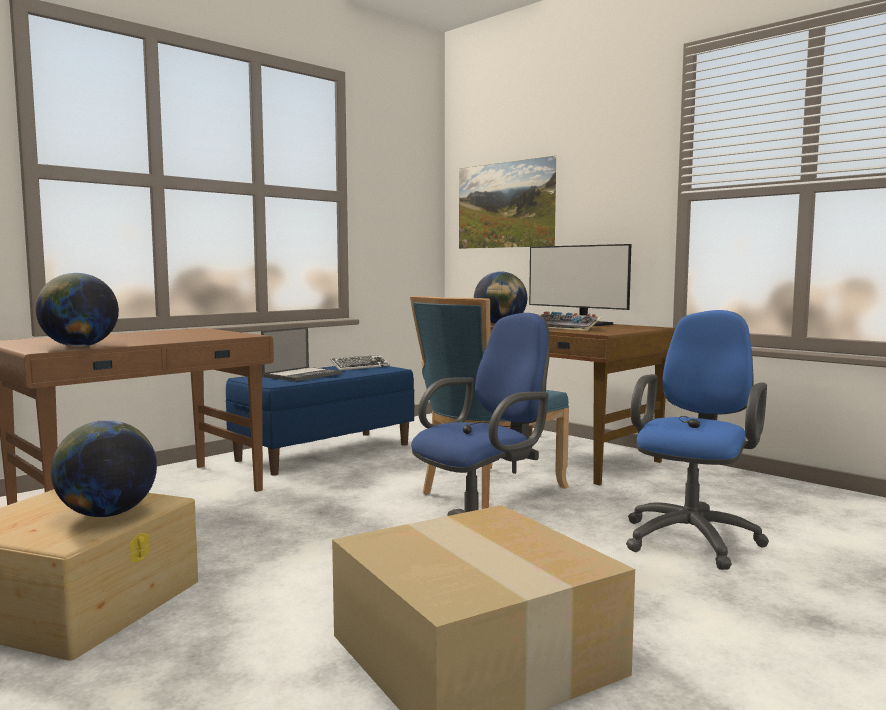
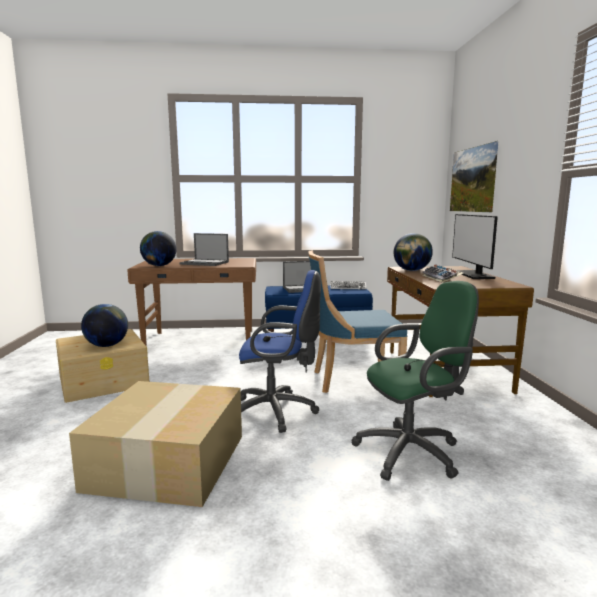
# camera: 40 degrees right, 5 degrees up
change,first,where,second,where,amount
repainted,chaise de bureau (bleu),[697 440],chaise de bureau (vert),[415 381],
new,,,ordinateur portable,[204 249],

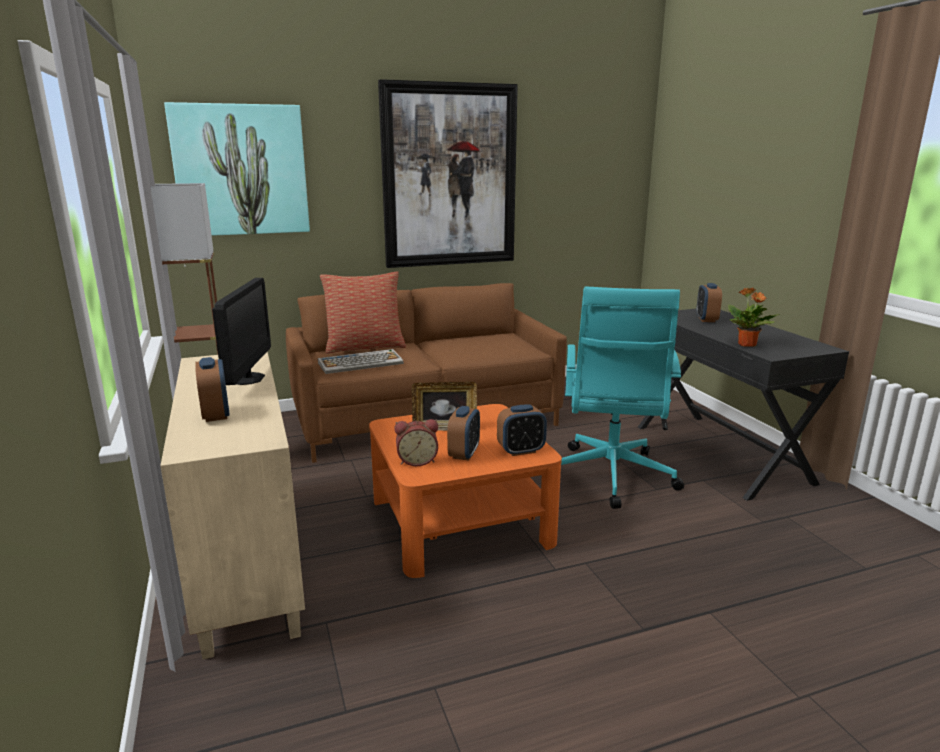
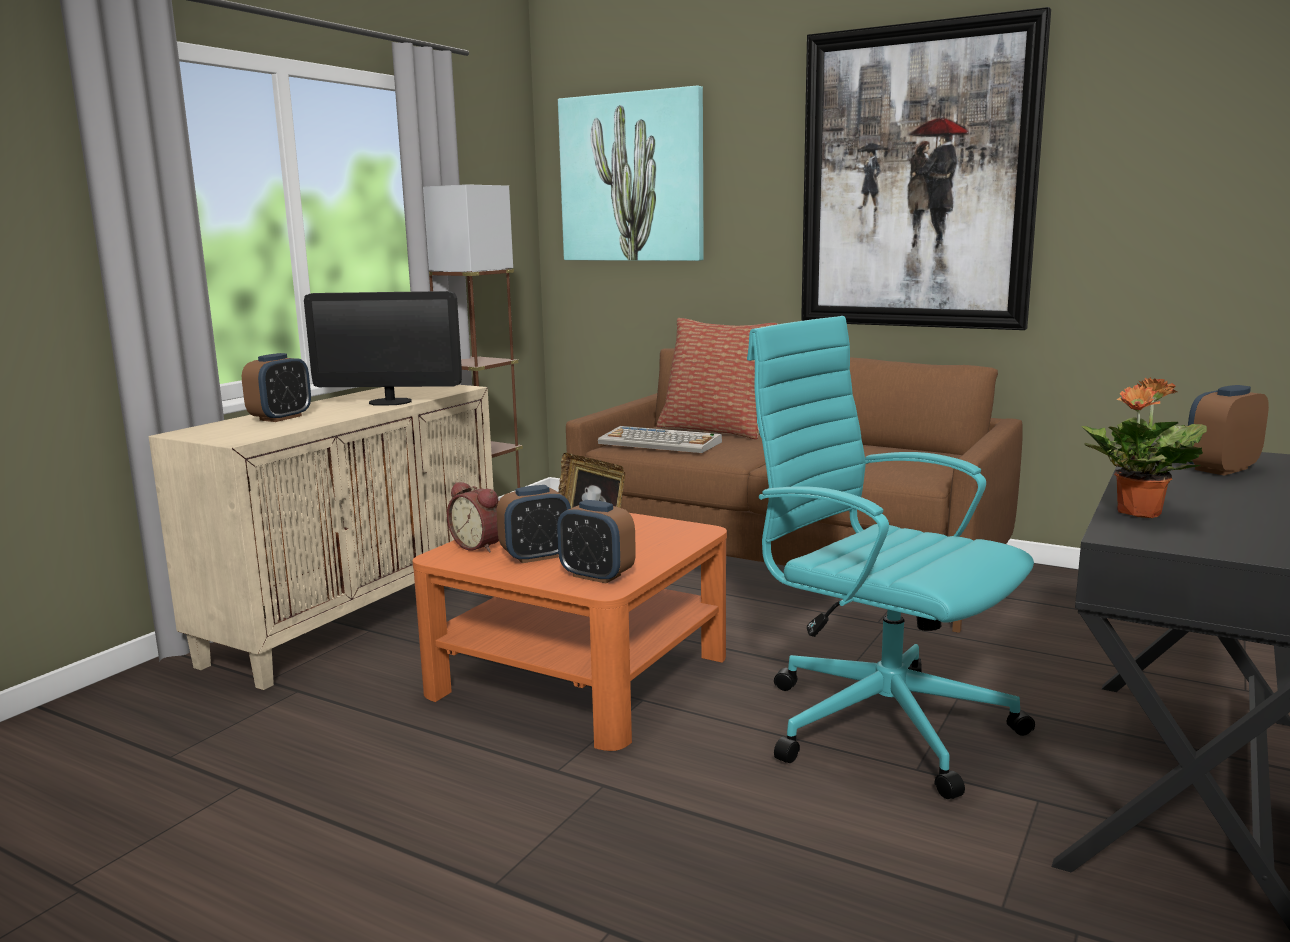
# camera: 50 degrees right, 5 degrees down
change,first,where,second,where,amount
rotated,écran d'ordinateur,[241 331],,[383 348],45 degrees clockwise
rotated,chaise de bureau (turquoise),[622 398],,[891 557],75 degrees clockwise

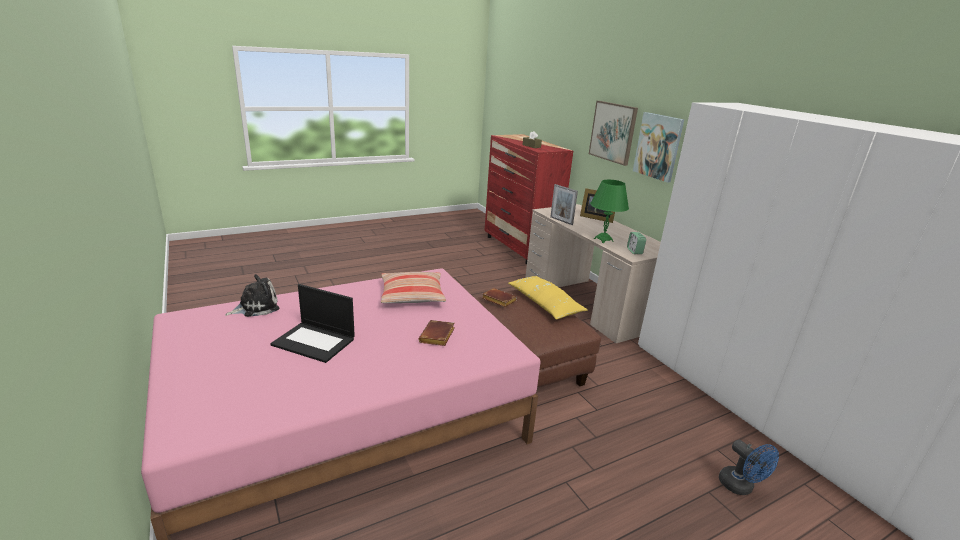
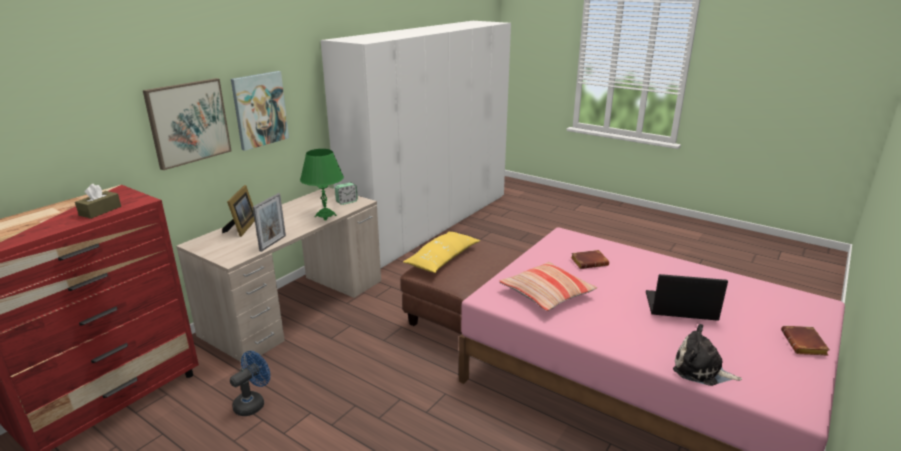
# camera: 115 degrees left, 0 degrees up
change,first,where,second,where,amount
rotated,ordinateur portable,[312 323],,[687 297],75 degrees counterclockwise
shifted,livre (marron),[499 297],,[805 341],
shifted,ventilateur (bleu),[749 467],,[250 383],

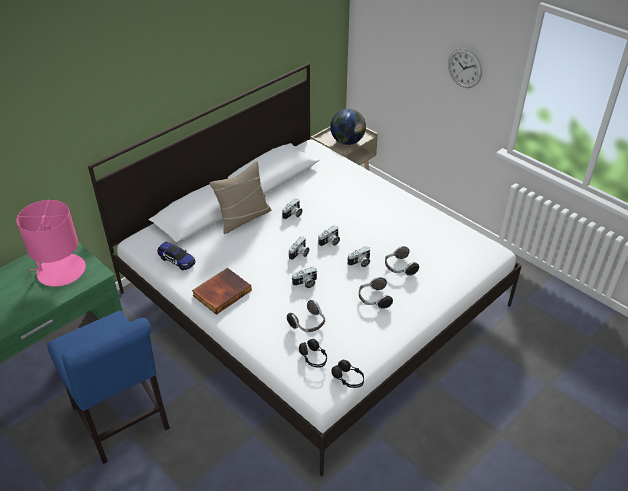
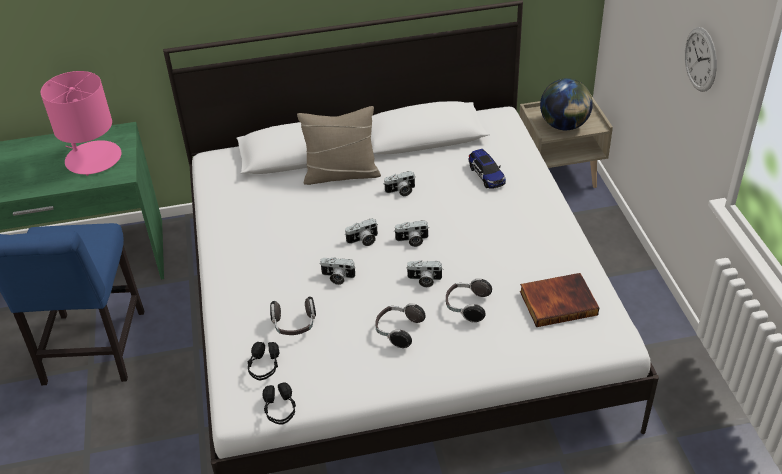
# camera: 35 degrees right, 0 degrees up
change,first,where,second,where,amount
shifted,petite voiture,[176 256],,[487 169],
shifted,livre,[222 291],,[559 300],

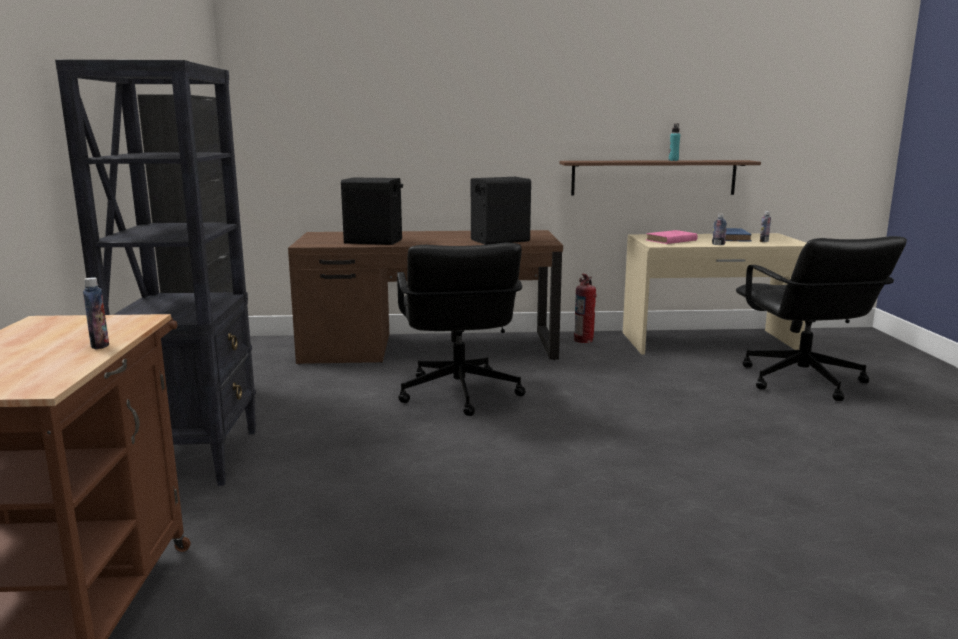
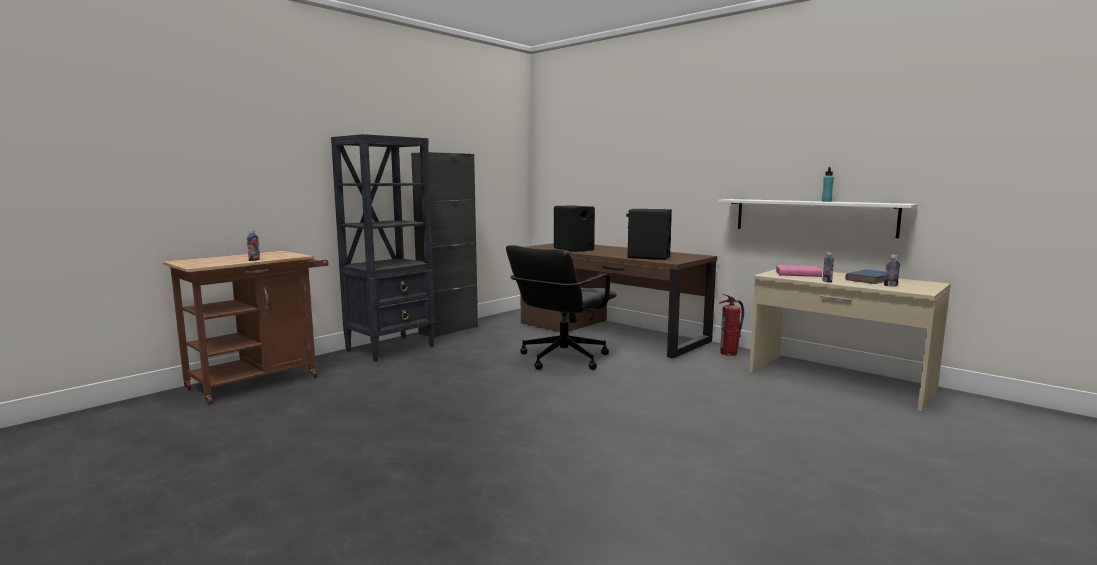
# camera: 45 degrees right, 5 degrees down
change,first,where,second,where,amount
repainted,étagère (marron),[660 178],étagère (blanc),[818 218],
gone,chaise de bureau (noir),[821 318],,,

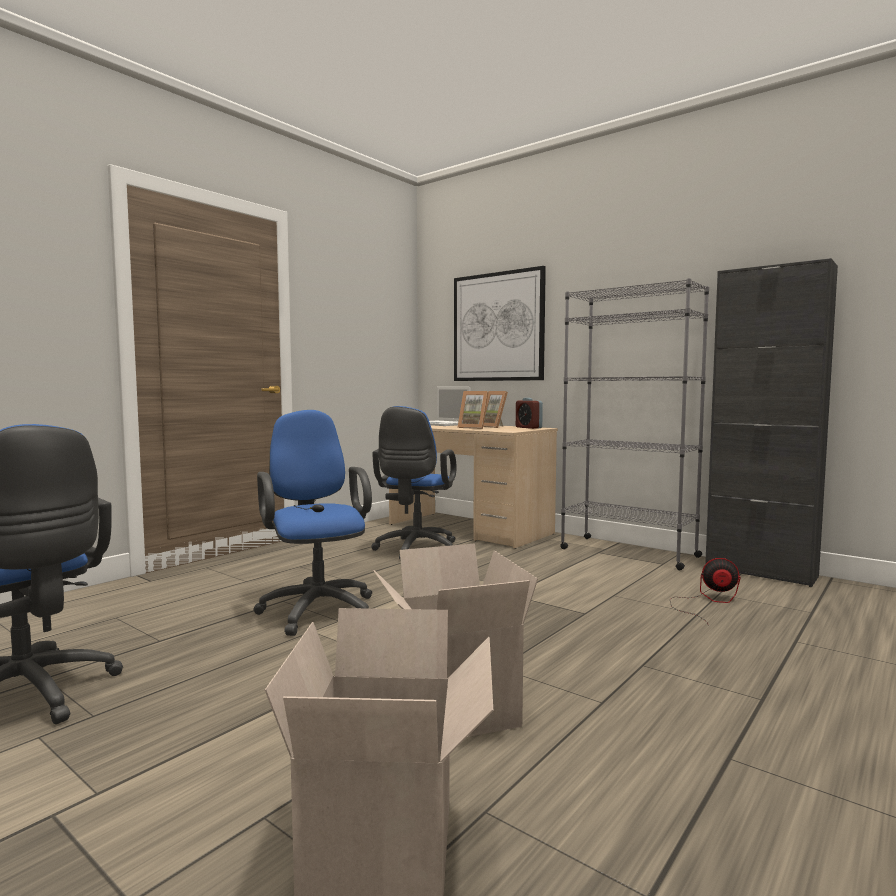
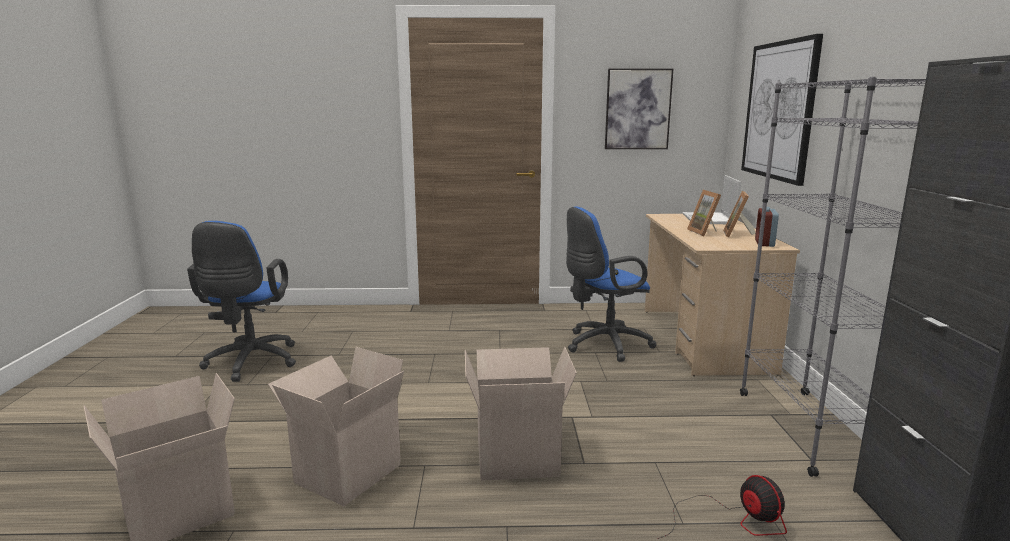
# camera: 50 degrees right, 10 degrees up
change,first,where,second,where,amount
gone,chaise de bureau (bleu),[312 523],,,
new,,,carton,[521 413],
new,,,tableau,[639 108],

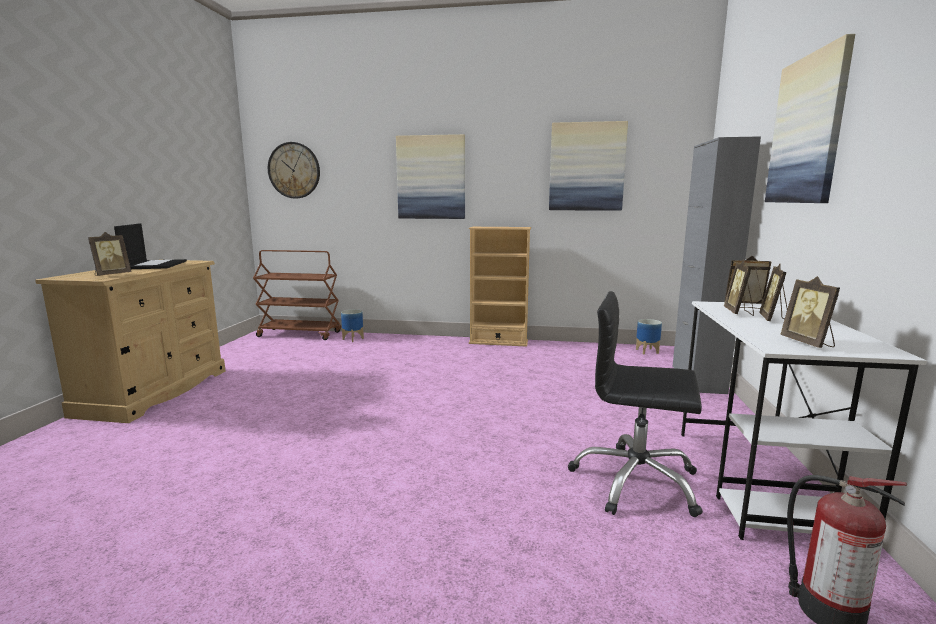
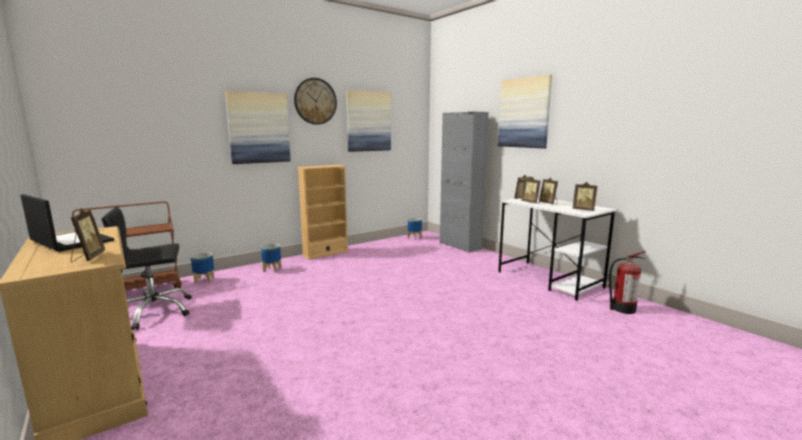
# camera: 45 degrees left, 0 degrees up
change,first,where,second,where,amount
shifted,horloge murale,[294 170],,[315 101],
shifted,chaise de bureau (noir),[635 404],,[146 268],
new,,,cache-pot,[271 258],

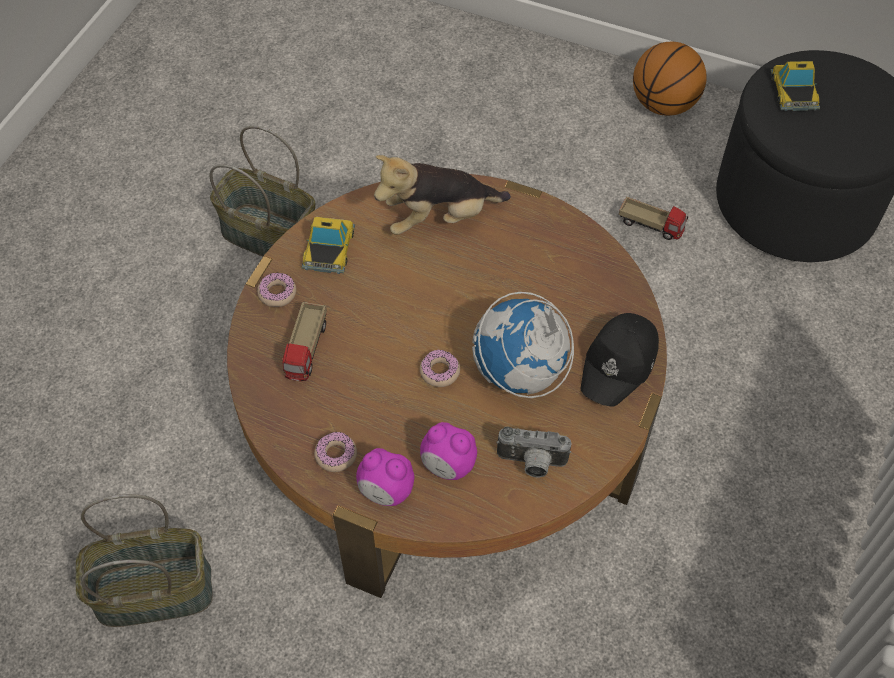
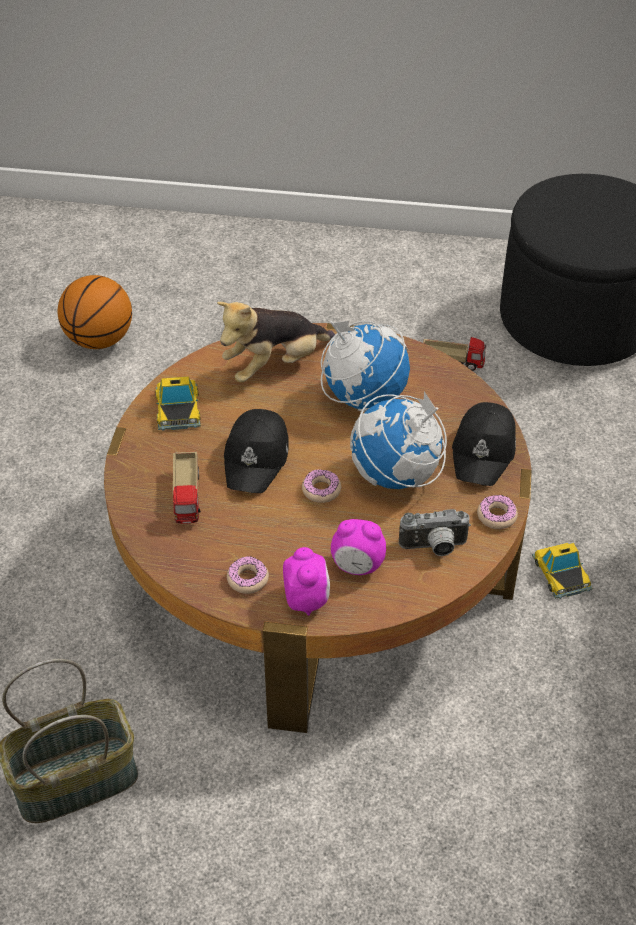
# camera: 15 degrees left, 10 degrees down
change,first,where,second,where,amount
gone,panier,[262 191],,,
shifted,beignet,[276 290],,[497 512],
rotated,réveil,[385 477],,[306 581],105 degrees counterclockwise
shifted,ballon de basket,[669 79],,[94 312],
shifted,petite voiture,[795 86],,[562 571],
new,,,casquette (noir),[256 451],
new,,,globe,[365 366],

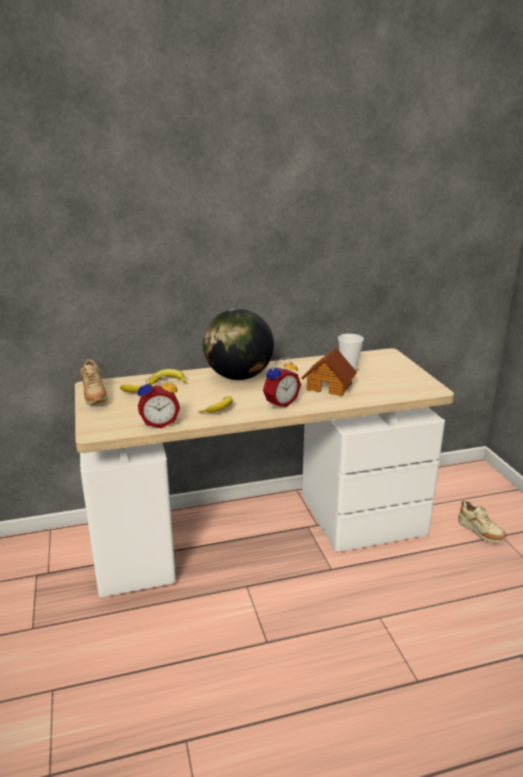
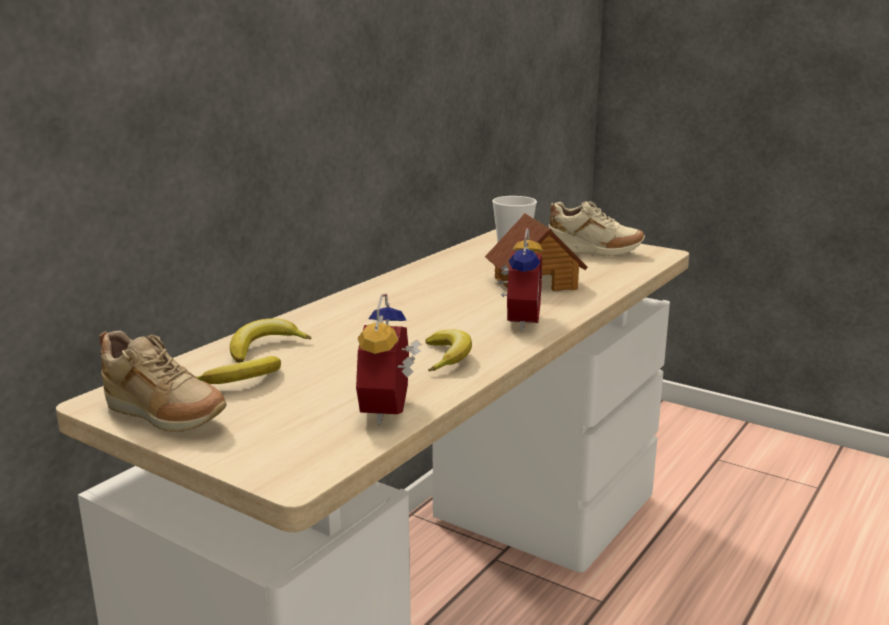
# camera: 40 degrees left, 5 degrees down
change,first,where,second,where,amount
rotated,réveil,[159 401],,[388 359],150 degrees clockwise
gone,globe,[238 344],,,
shifted,chaussure (beige),[482 521],,[597 228],

